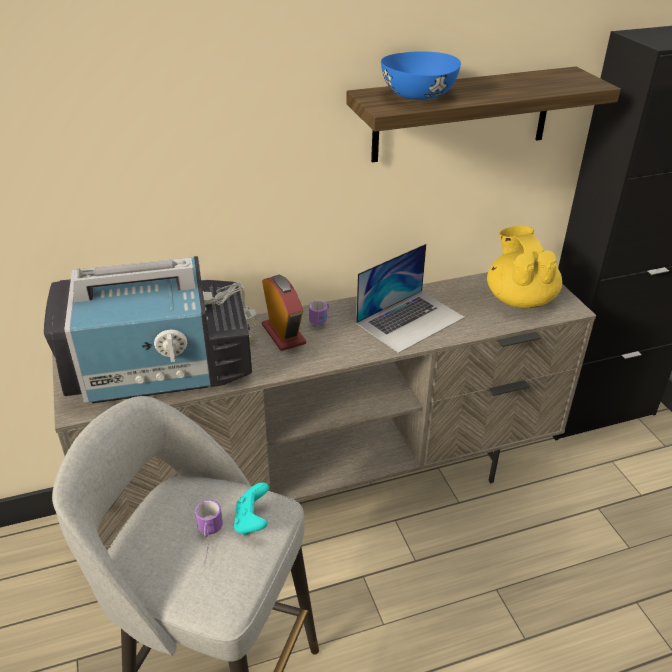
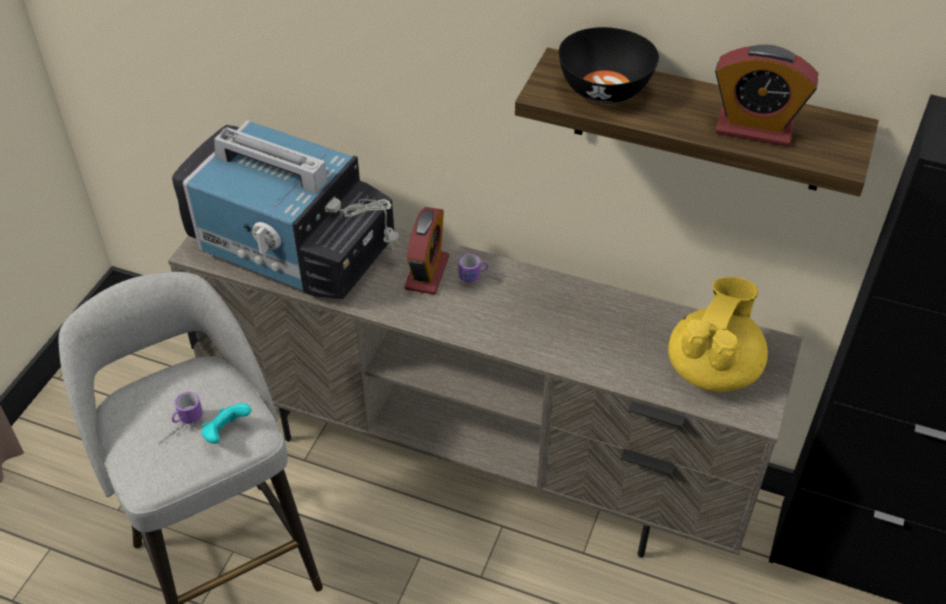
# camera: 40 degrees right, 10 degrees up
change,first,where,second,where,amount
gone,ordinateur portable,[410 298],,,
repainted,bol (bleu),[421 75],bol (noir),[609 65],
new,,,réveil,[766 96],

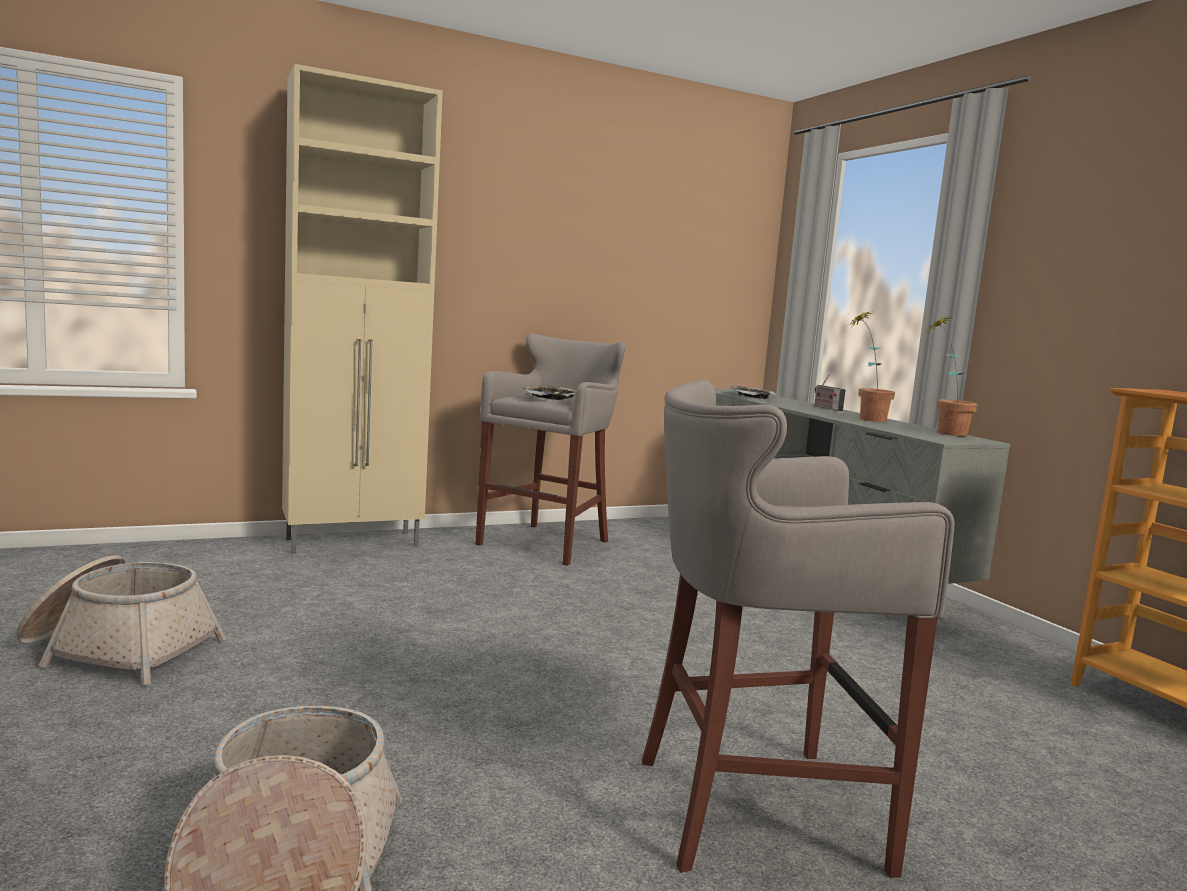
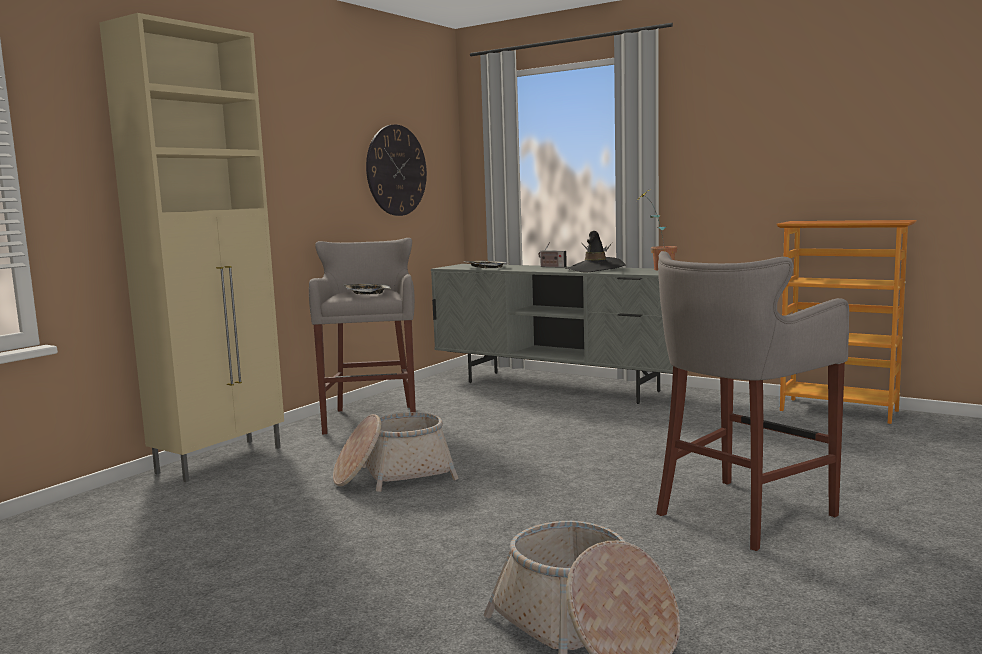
# camera: 30 degrees left, 0 degrees up
change,first,where,second,where,amount
shifted,panier,[121 620],,[396 452],
swapped,plante en pot,[872 366],chapeau (noir),[596 252],
new,,,horloge murale,[396 170],

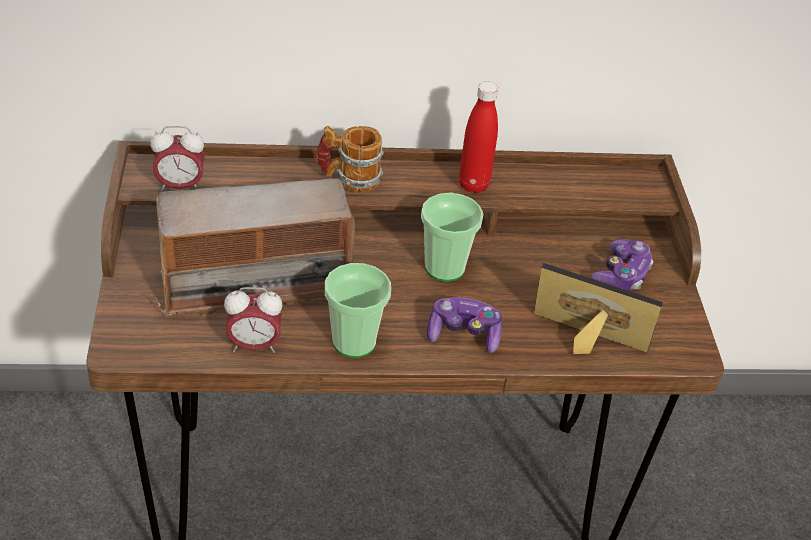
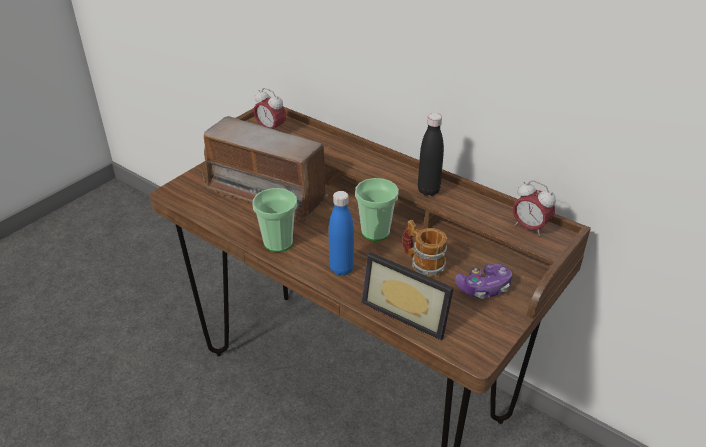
# camera: 45 degrees right, 5 degrees down
change,first,where,second,where,amount
shifted,réveil,[253 320],,[534 208],
shifted,mug,[350 159],,[424 249],
swapped,manette,[464 325],bouteille (bleu),[341 233],
repainted,bouteille (rouge),[478 137],bouteille (noir),[431 154],
rotated,cadre photo,[598 308],,[407 296],150 degrees clockwise

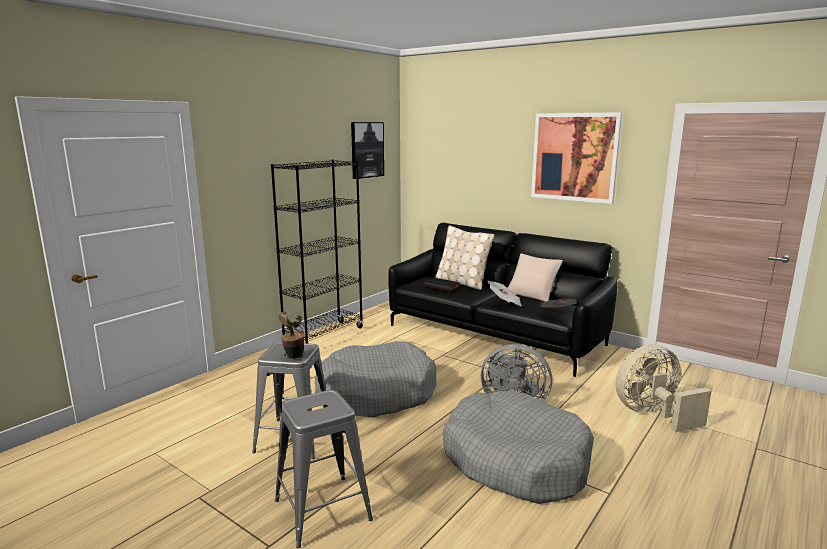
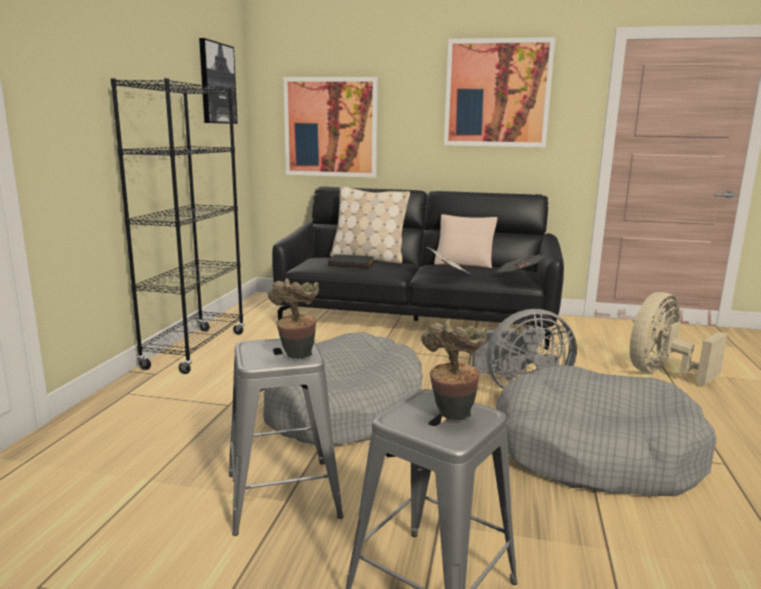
# camera: 25 degrees left, 0 degrees up
change,first,where,second,where,amount
new,,,tableau,[330 127],
new,,,plante en pot,[454 370],

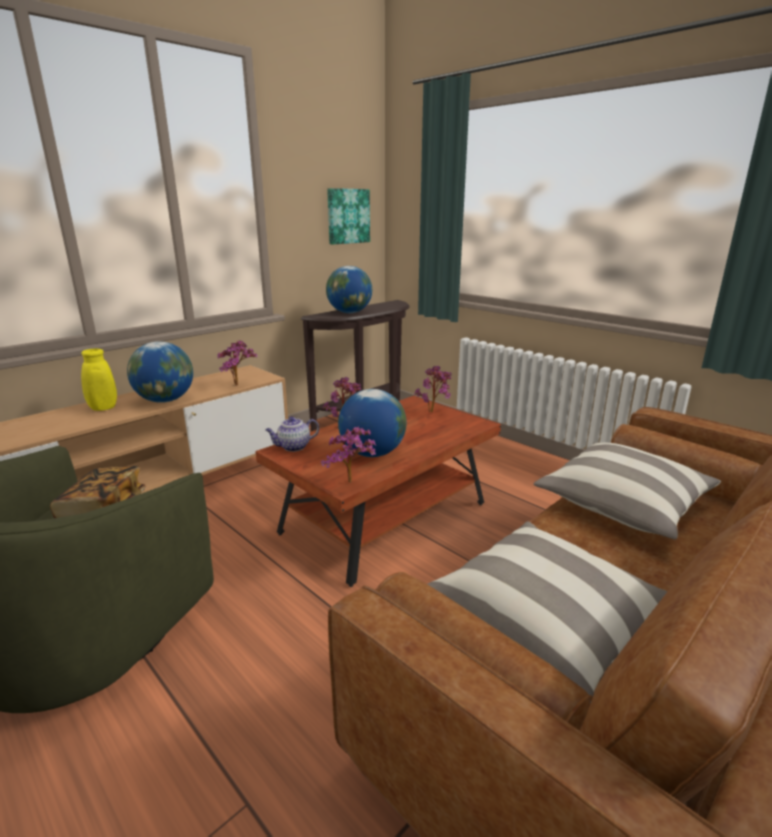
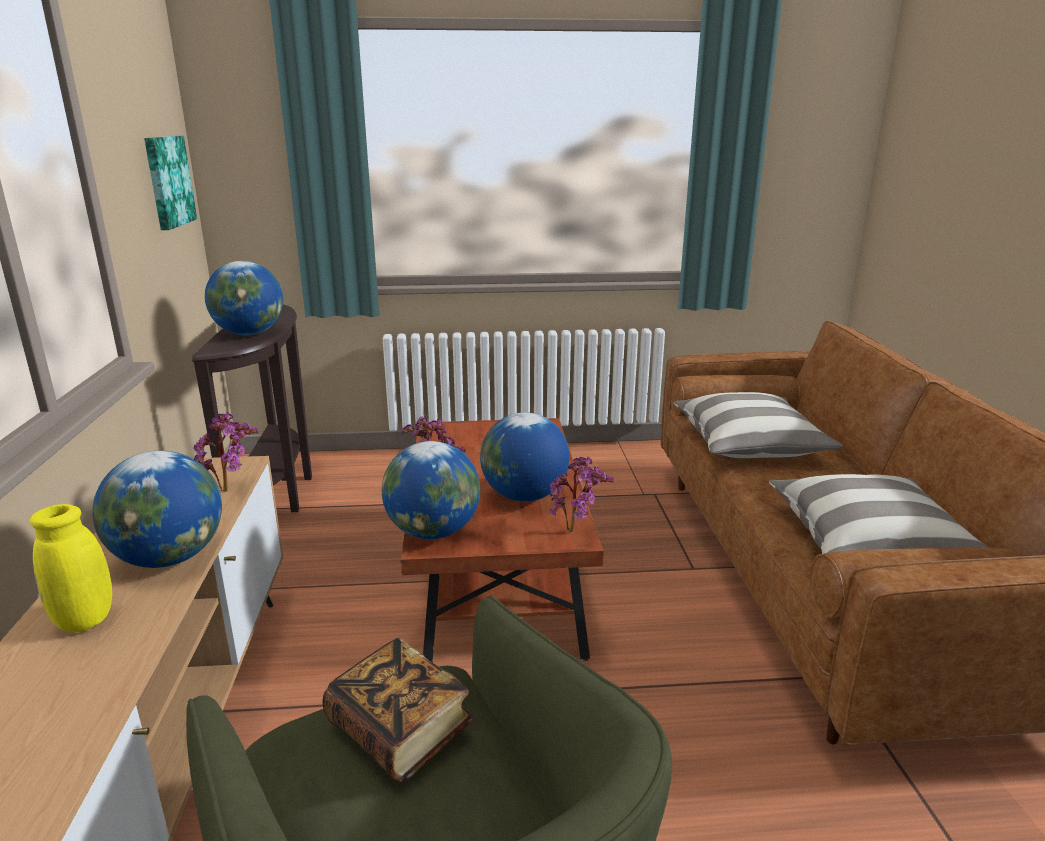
# camera: 50 degrees left, 0 degrees up
change,first,where,second,where,amount
swapped,théière,[292 434],globe,[431 490],
gone,plante en pot,[433 389],,,

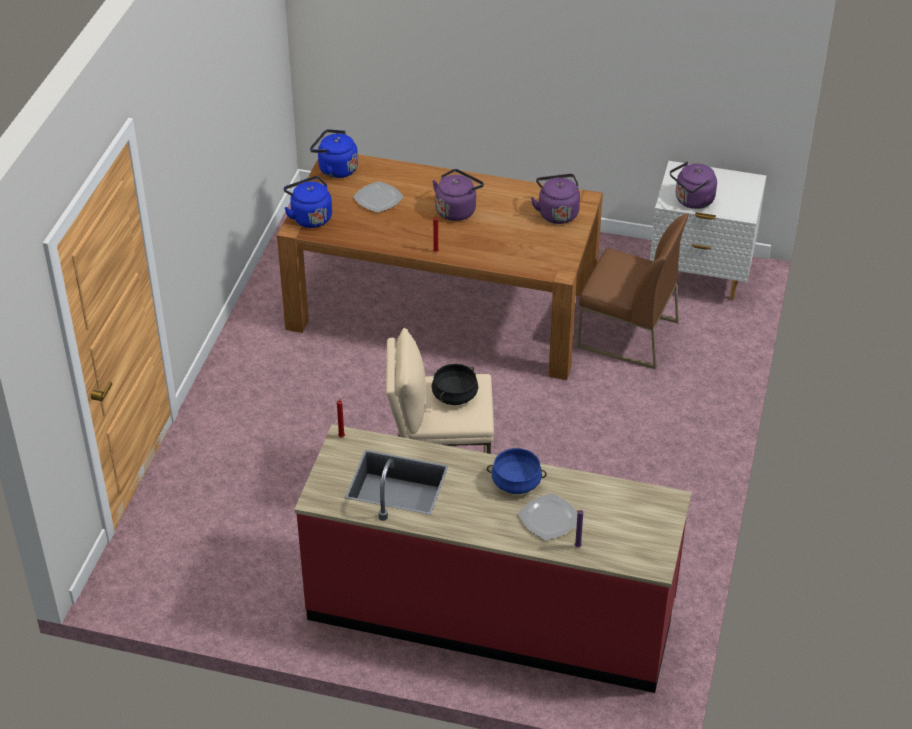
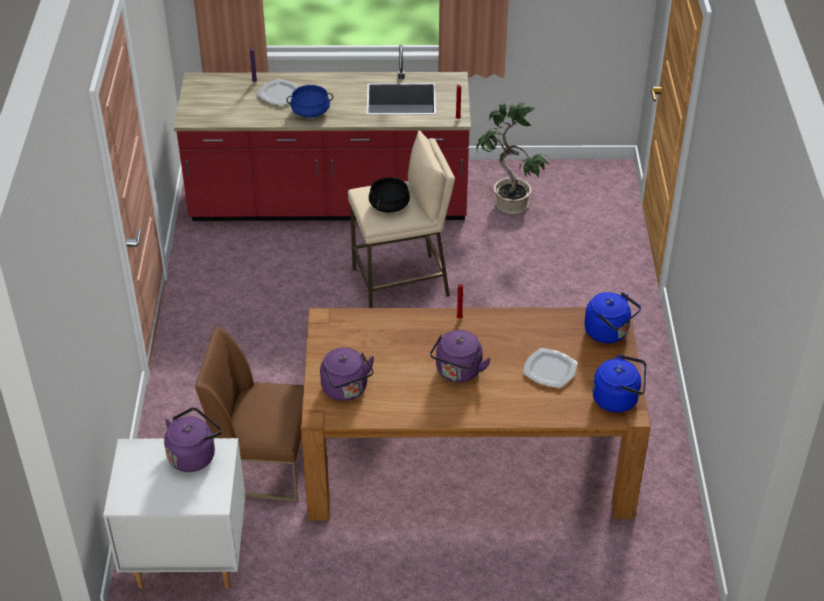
# camera: 165 degrees right, 0 degrees up
change,first,where,second,where,amount
new,,,plante en pot,[513 158],

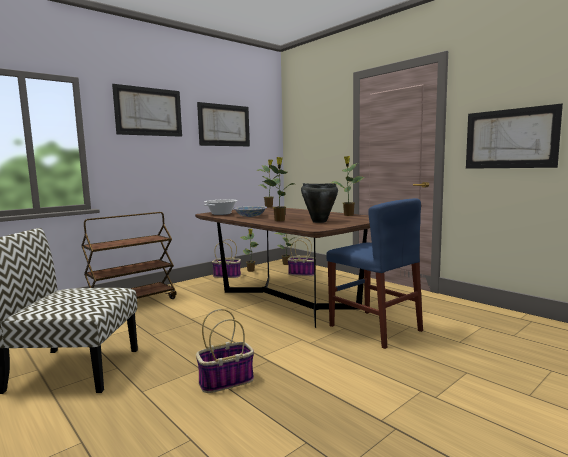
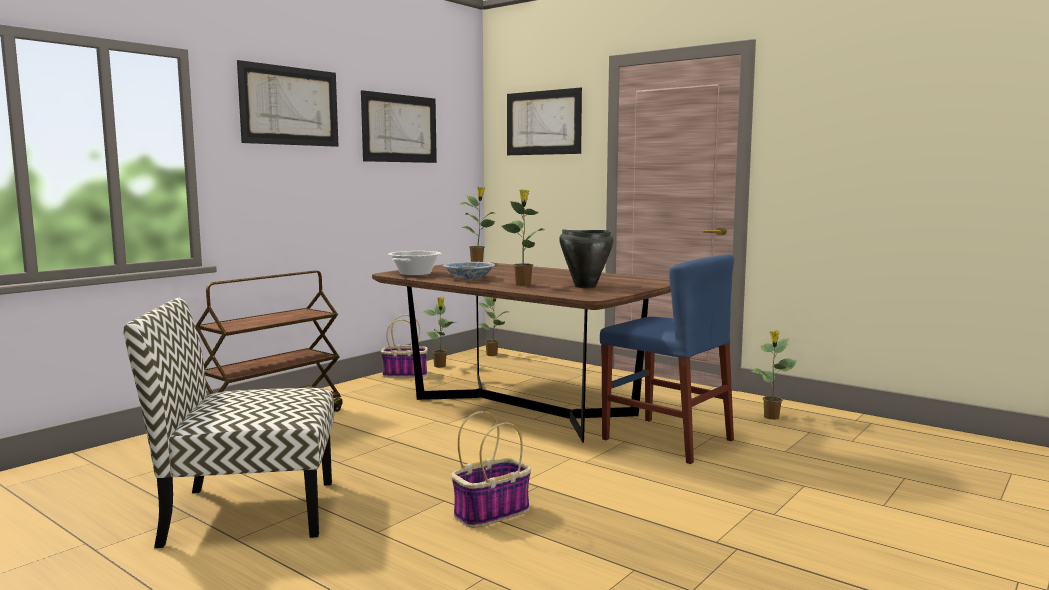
# camera: 10 degrees left, 0 degrees up
change,first,where,second,where,amount
gone,panier,[301 256],,,
shifted,plante en pot,[348 186],,[774 375],
shifted,tableau,[514 136],,[544 121],

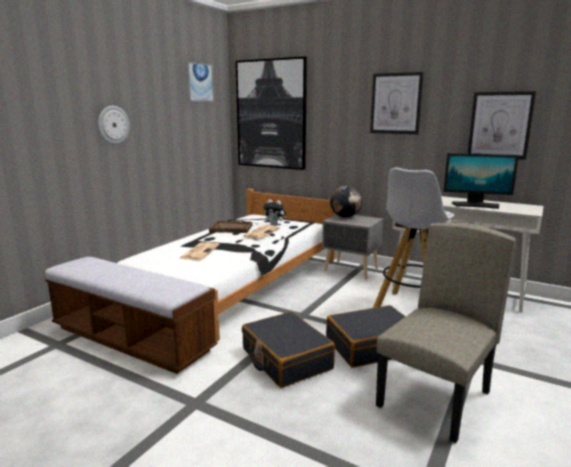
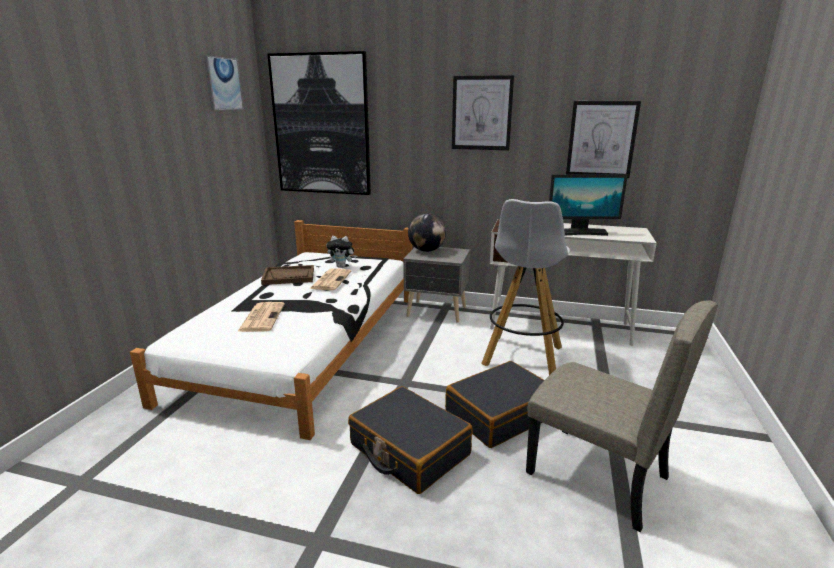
# camera: 15 degrees left, 5 degrees up
change,first,where,second,where,amount
gone,banc,[131 315],,,
gone,horloge murale,[114 125],,,
rotated,chaise (beige),[446 332],,[622 416],105 degrees clockwise

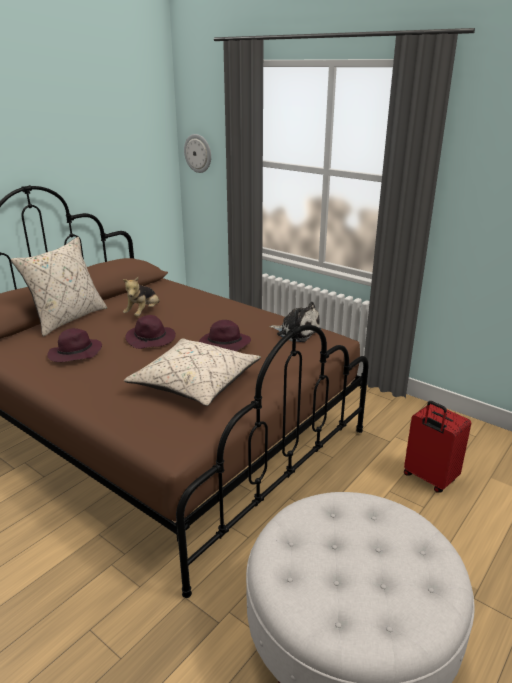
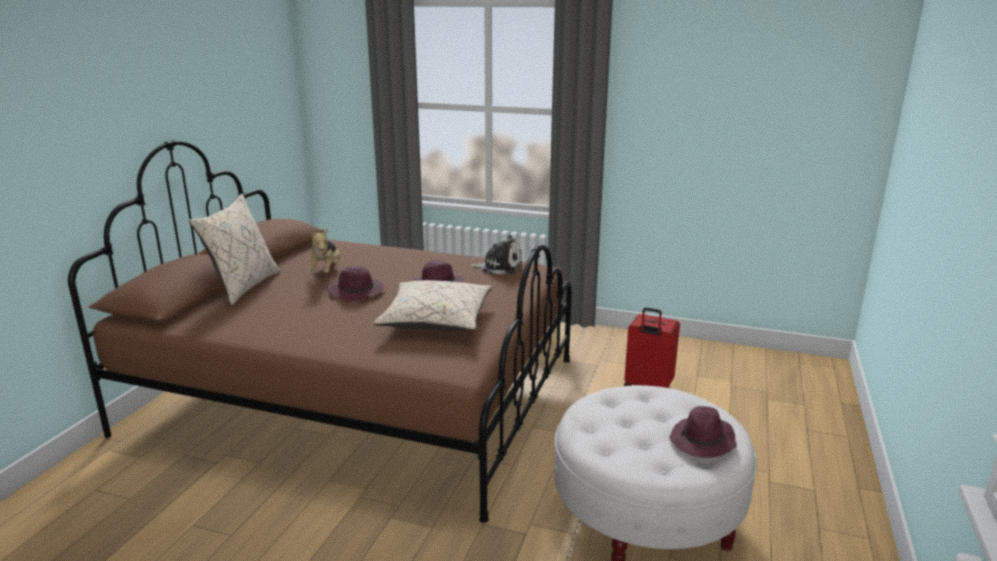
# camera: 20 degrees left, 5 degrees down
change,first,where,second,where,amount
shifted,chapeau (violet),[74 345],,[703 432],
gone,horloge murale,[197 153],,,

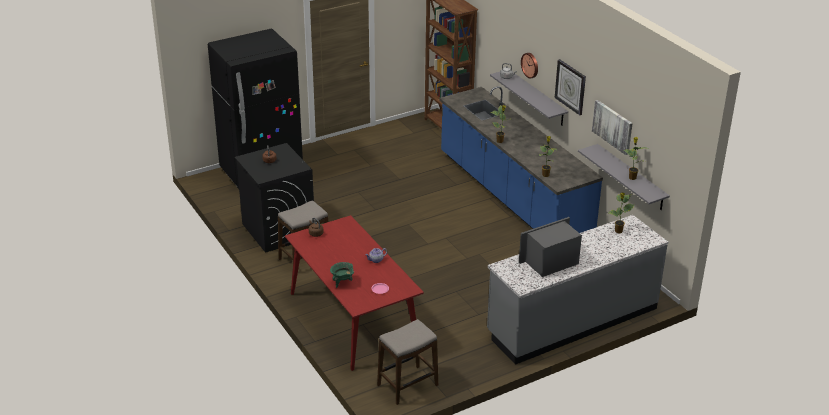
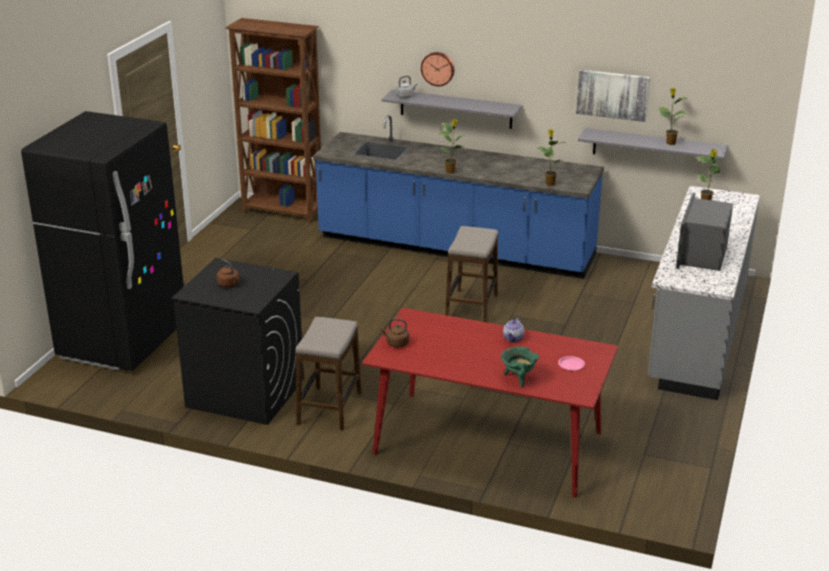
# camera: 40 degrees left, 5 degrees down
change,first,where,second,where,amount
shifted,tabouret,[407 362],,[471 274],
gone,horloge murale,[570 87],,,

